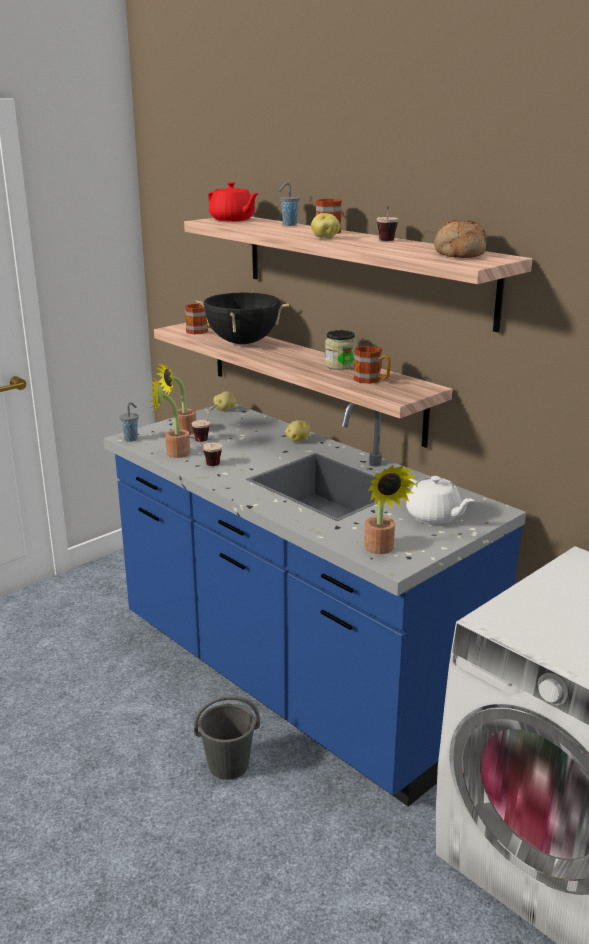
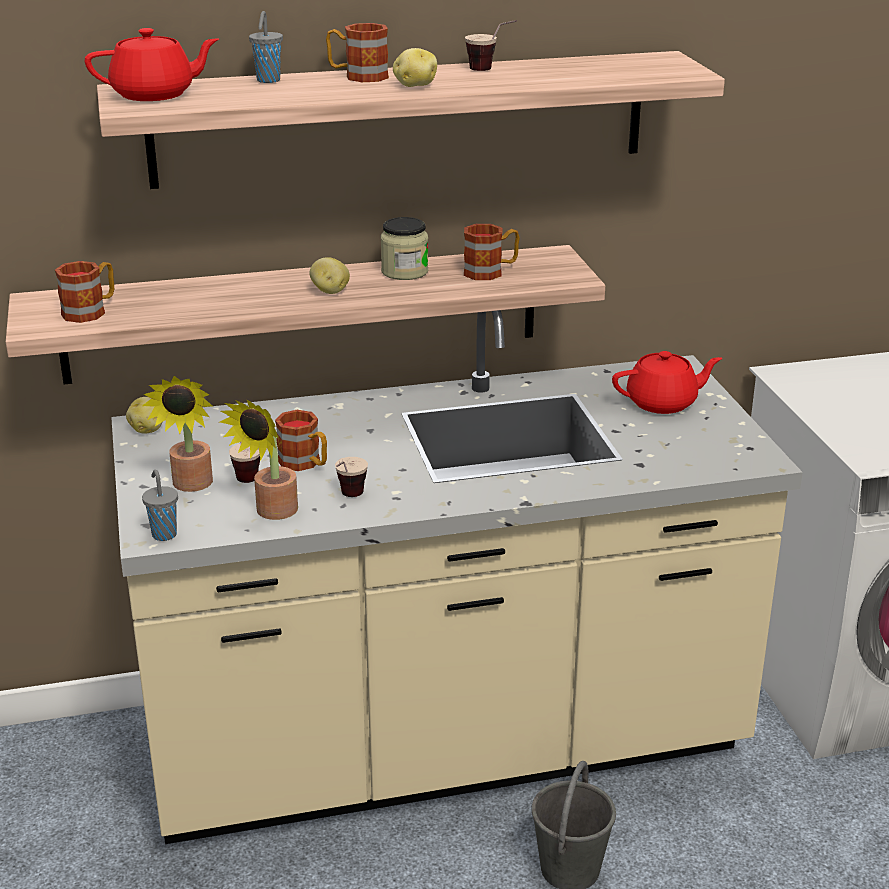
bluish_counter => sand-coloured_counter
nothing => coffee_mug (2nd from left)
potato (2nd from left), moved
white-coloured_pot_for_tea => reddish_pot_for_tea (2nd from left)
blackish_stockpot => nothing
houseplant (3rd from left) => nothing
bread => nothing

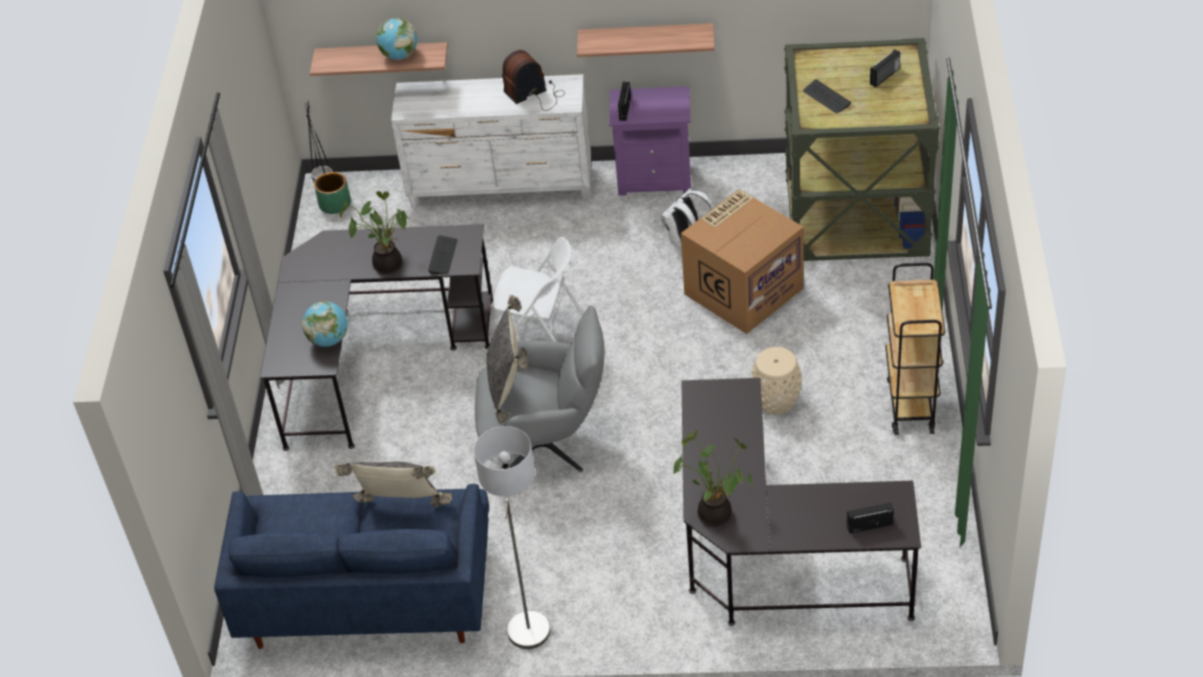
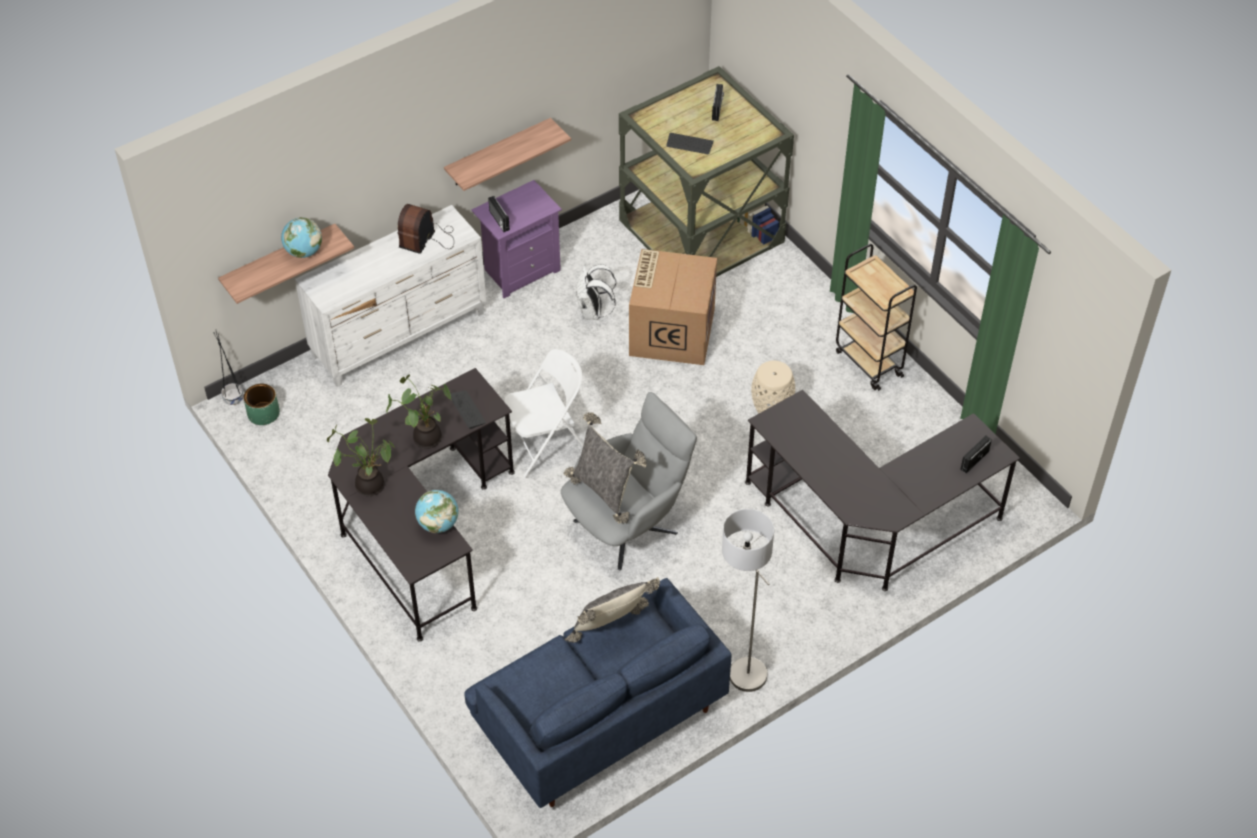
houseplant (2nd from left in the first image) => houseplant (1st from left), moved

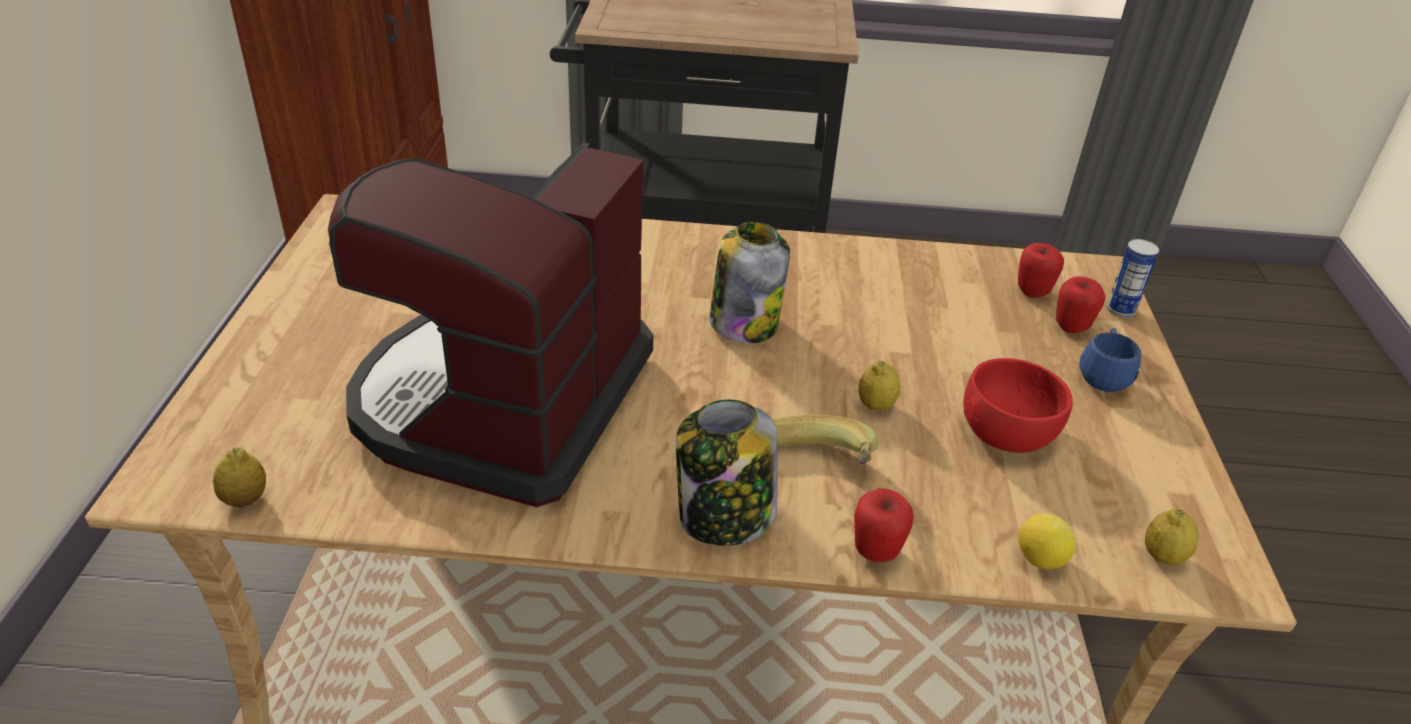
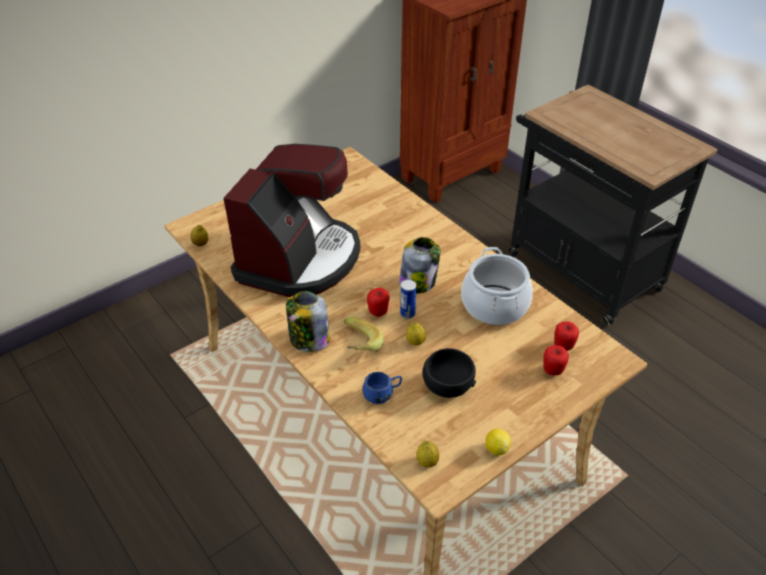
coffee_machine, 135 degrees clockwise
bluish_coffee_mug, moved
whole_apple (1st from left), moved
can, moved
reddish_deep_dish => blackish_deep_dish
nothing => stockpot
whole_lemon (3rd from left in the first image) => whole_lemon (4th from left), moved

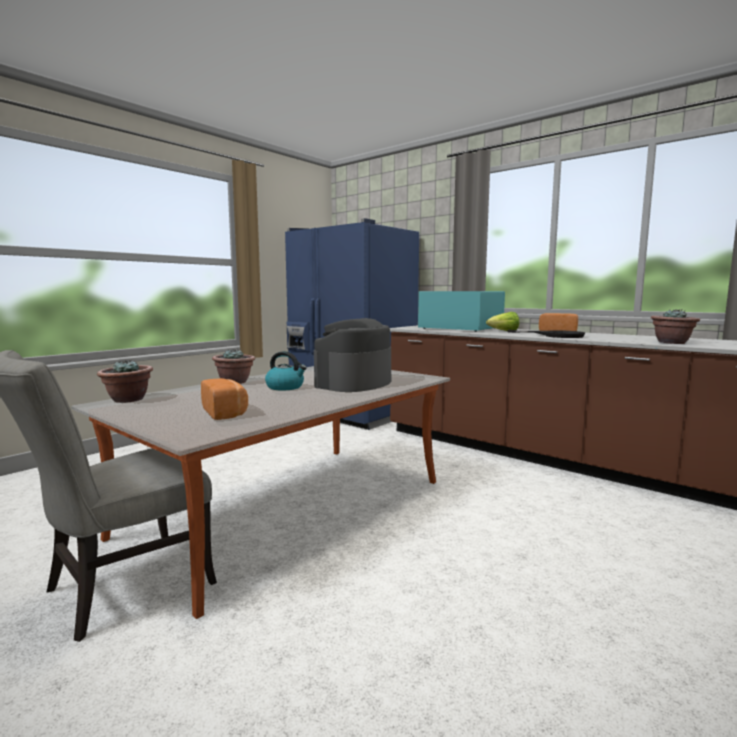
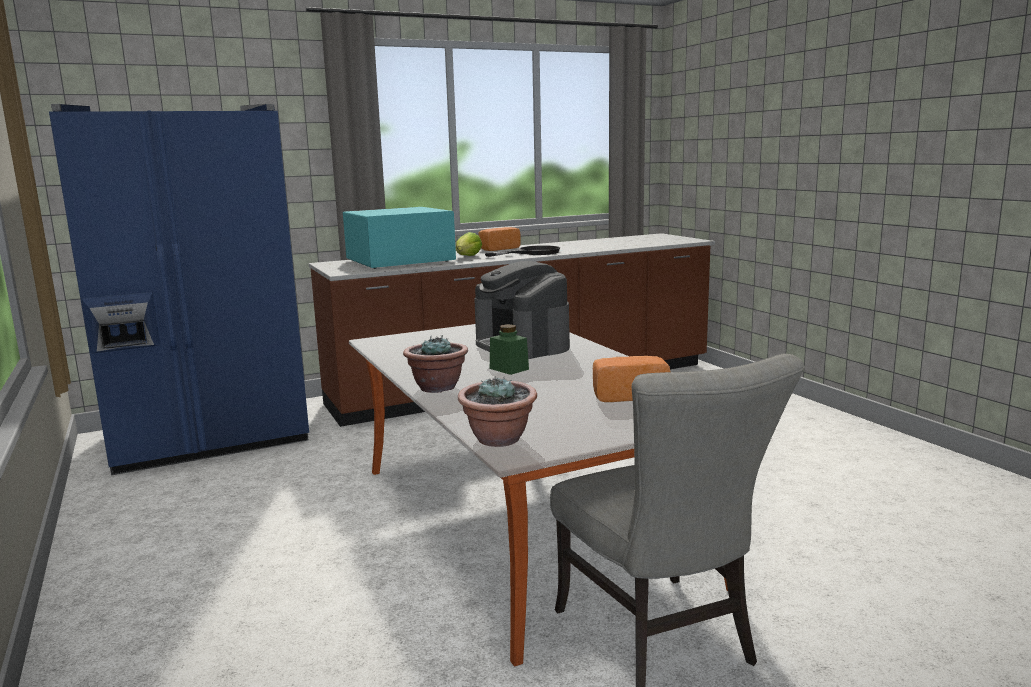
water_kettle => green-coloured_jar
houseplant (3rd from left) => nothing

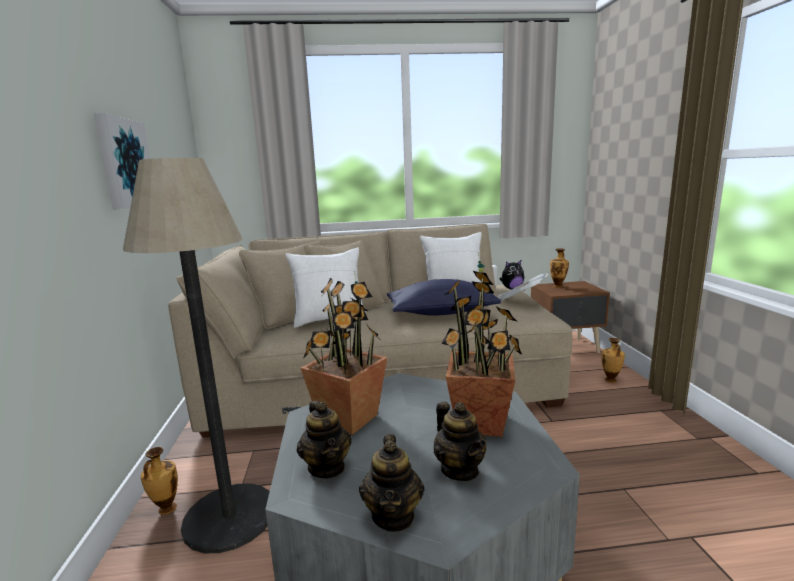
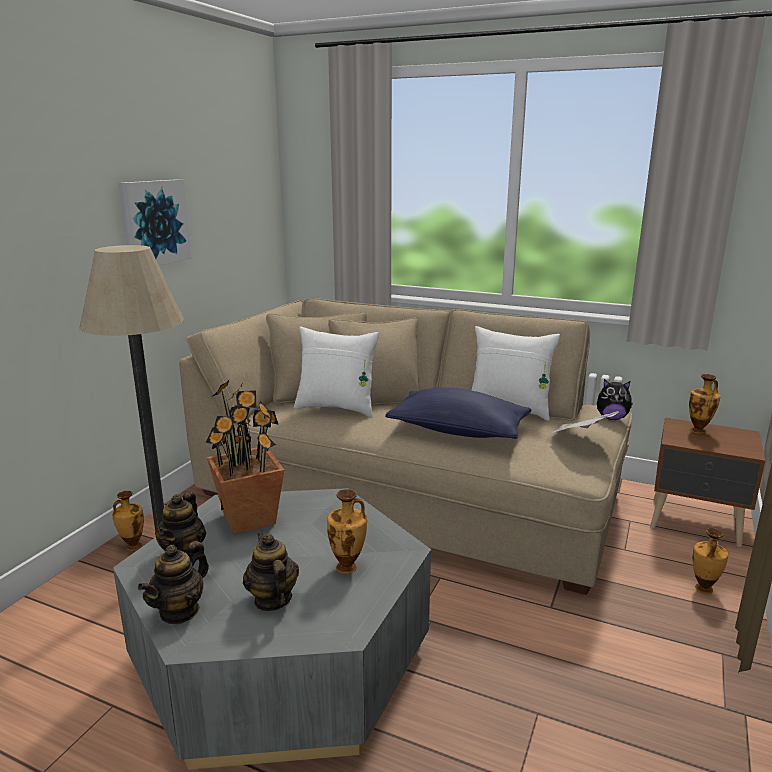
pot_for_tea (3rd from left), 150 degrees clockwise
houseplant (2nd from left) => decorative_vase (2nd from left)

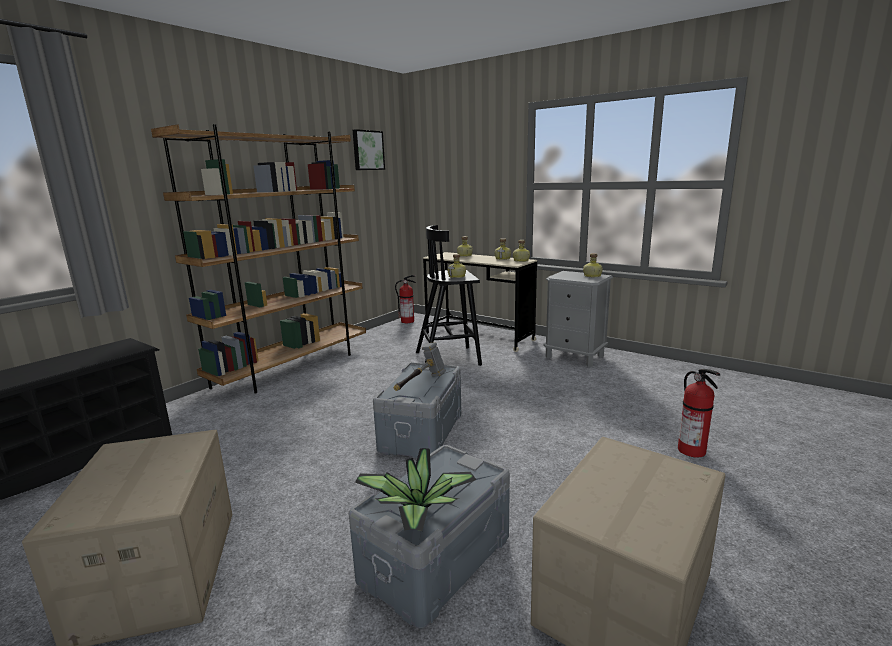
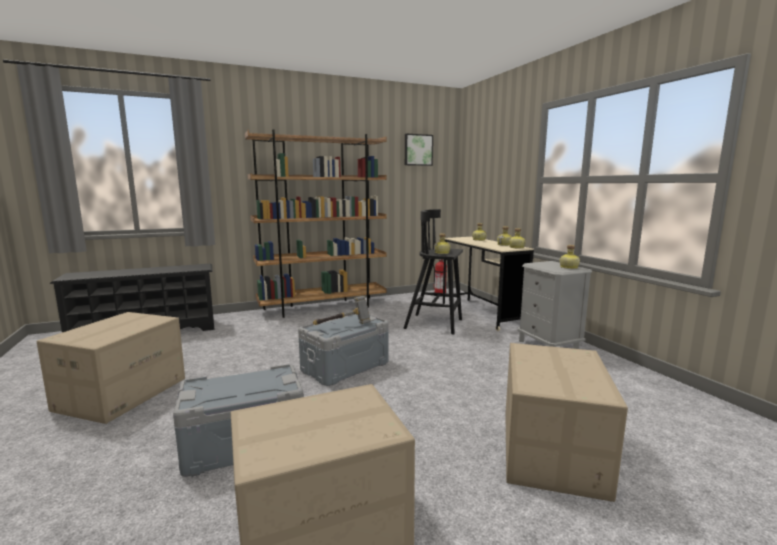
fire-fighting_cylinder (2nd from left) => packing_box (3rd from left)
houseplant => nothing

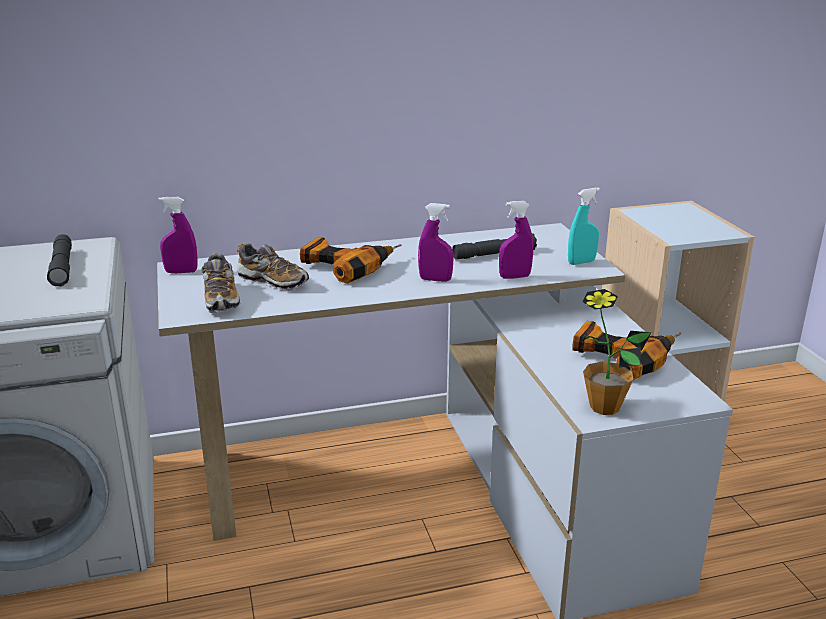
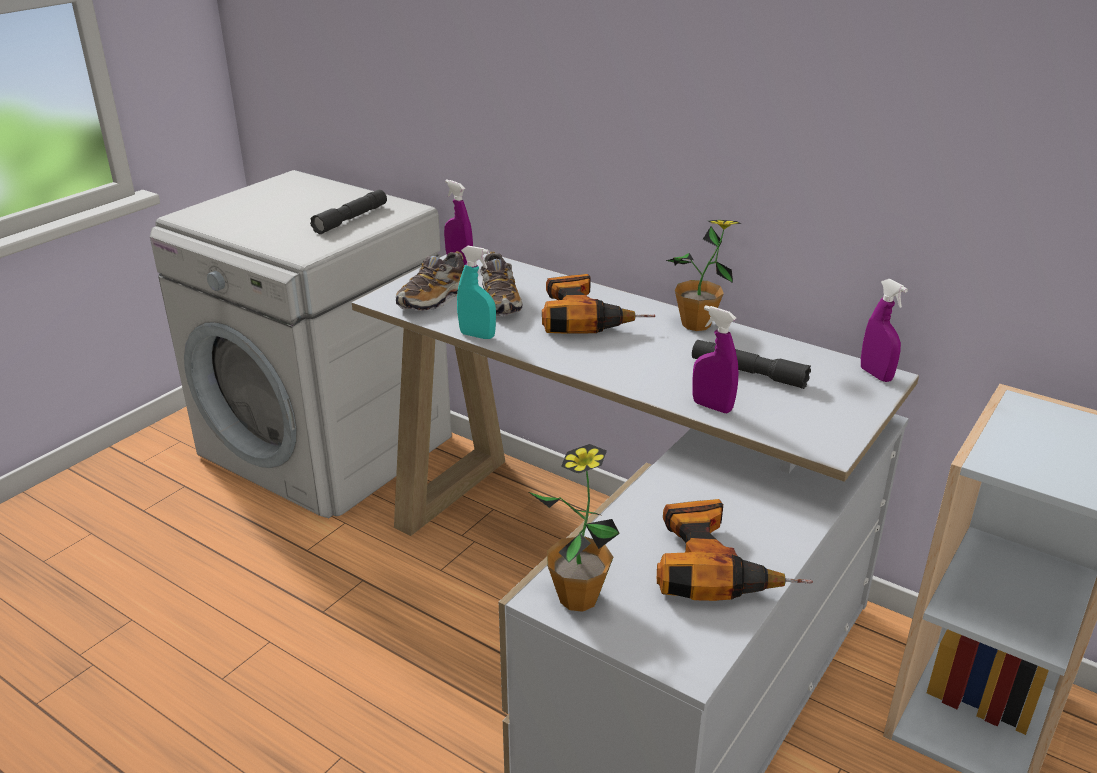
turquoise_hand_sprayer, moved
nothing => houseplant (2nd from left)
purple_hand_sprayer (2nd from left in the first image) => purple_hand_sprayer (3rd from left), moved

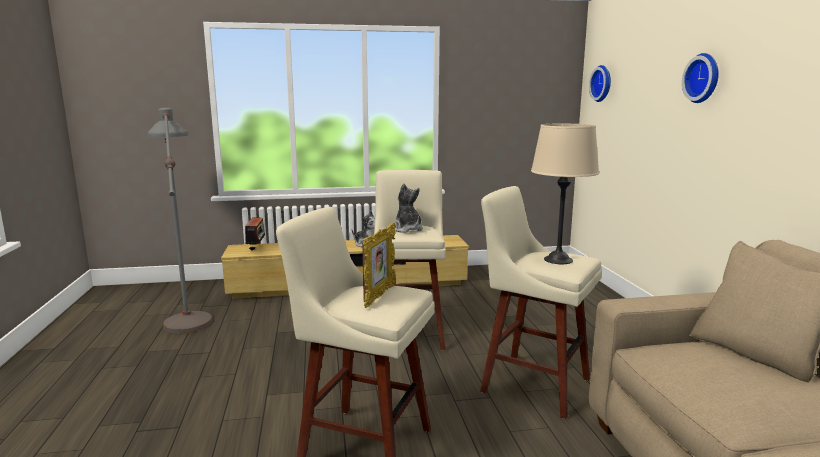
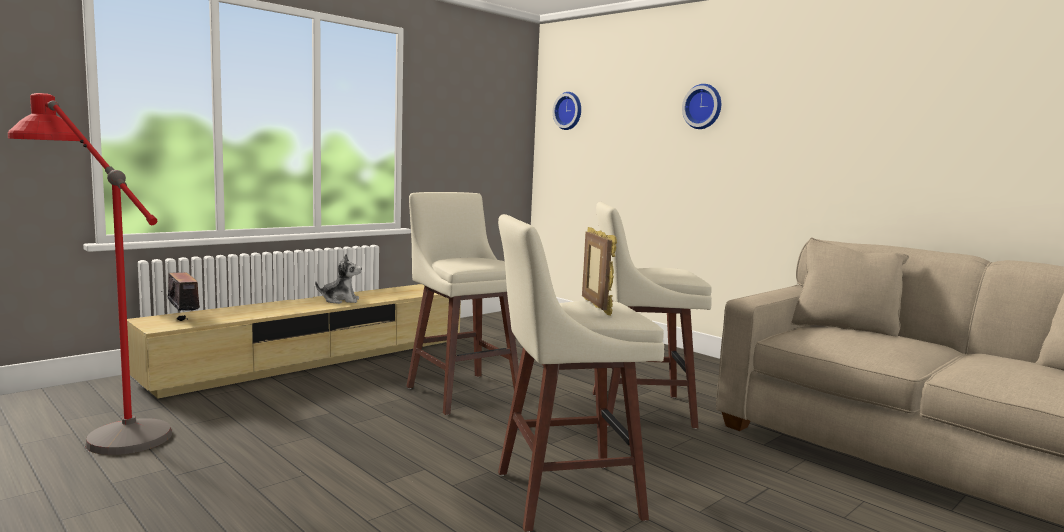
greyish_standard_lamp => reddish_standard_lamp
plush_toy (2nd from left) => nothing
sand-coloured_lamp_for_a_table => nothing

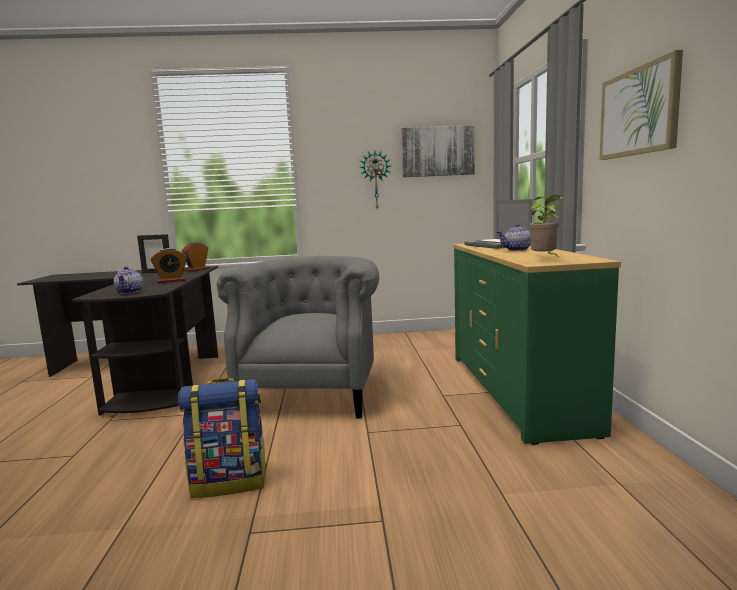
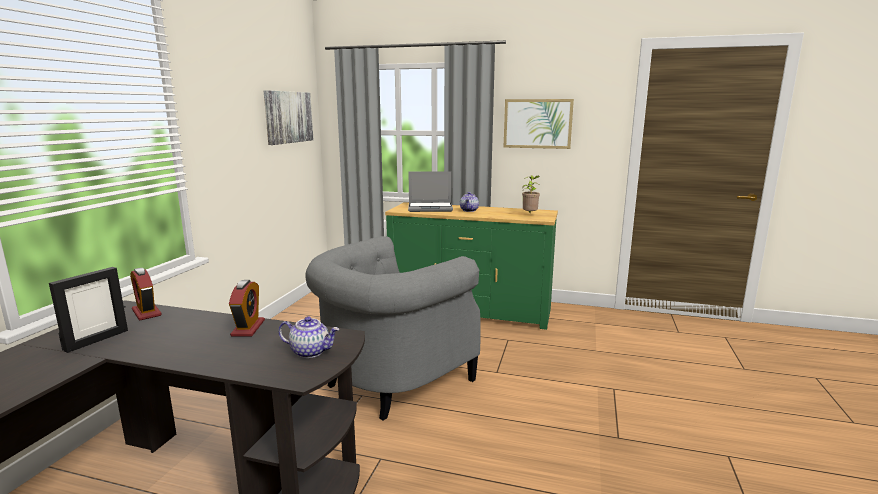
greyish_easy_chair, 75 degrees counterclockwise
backpack => nothing
hanging_clock => nothing

